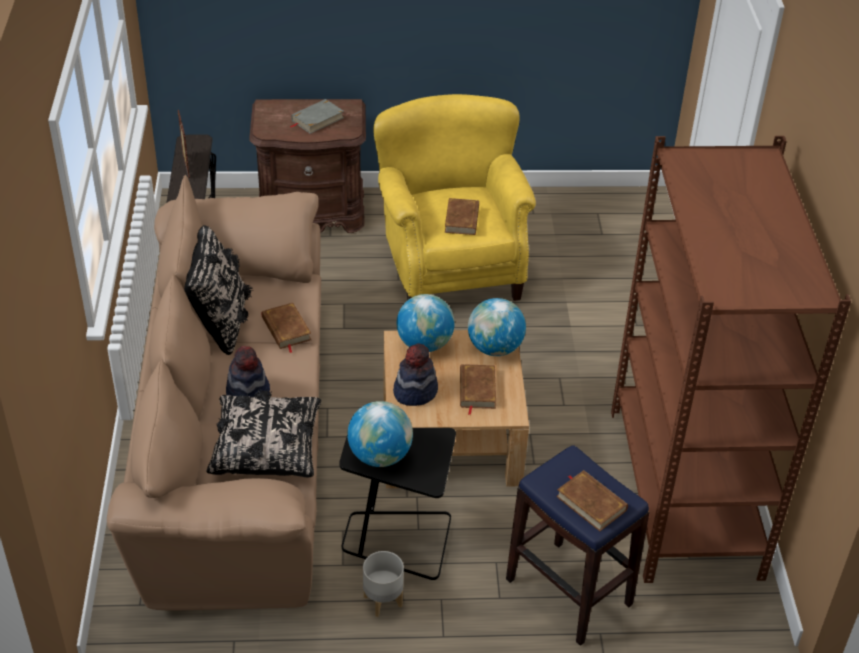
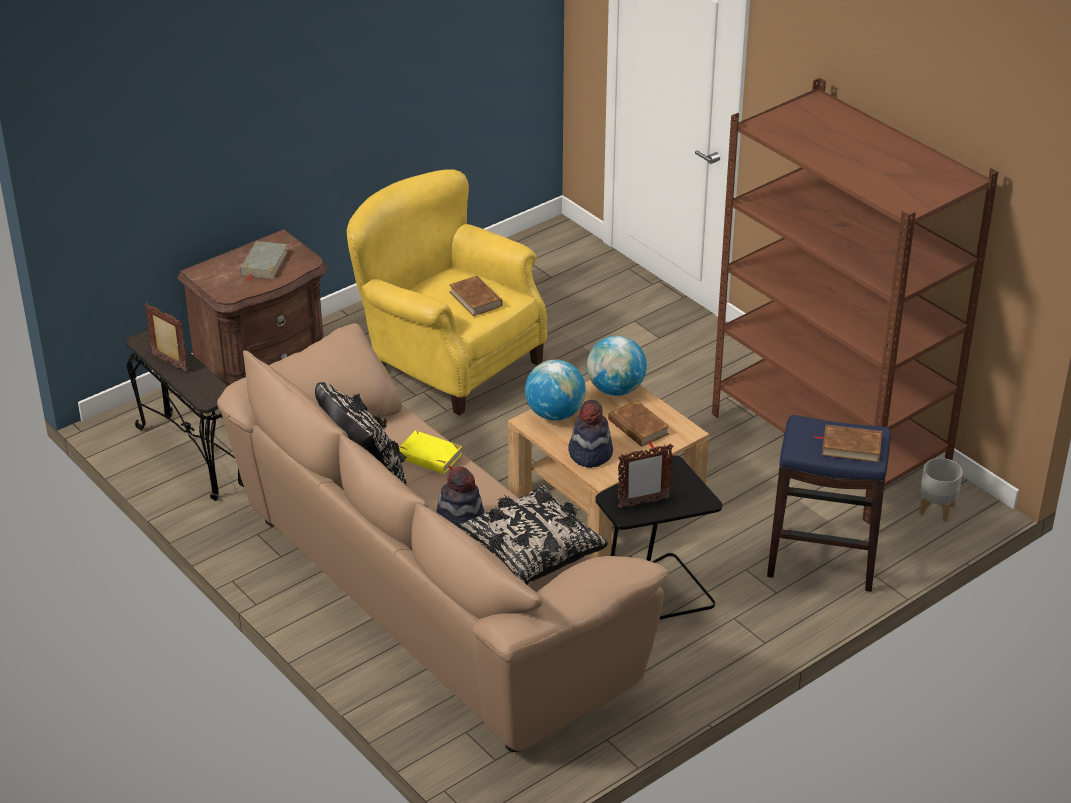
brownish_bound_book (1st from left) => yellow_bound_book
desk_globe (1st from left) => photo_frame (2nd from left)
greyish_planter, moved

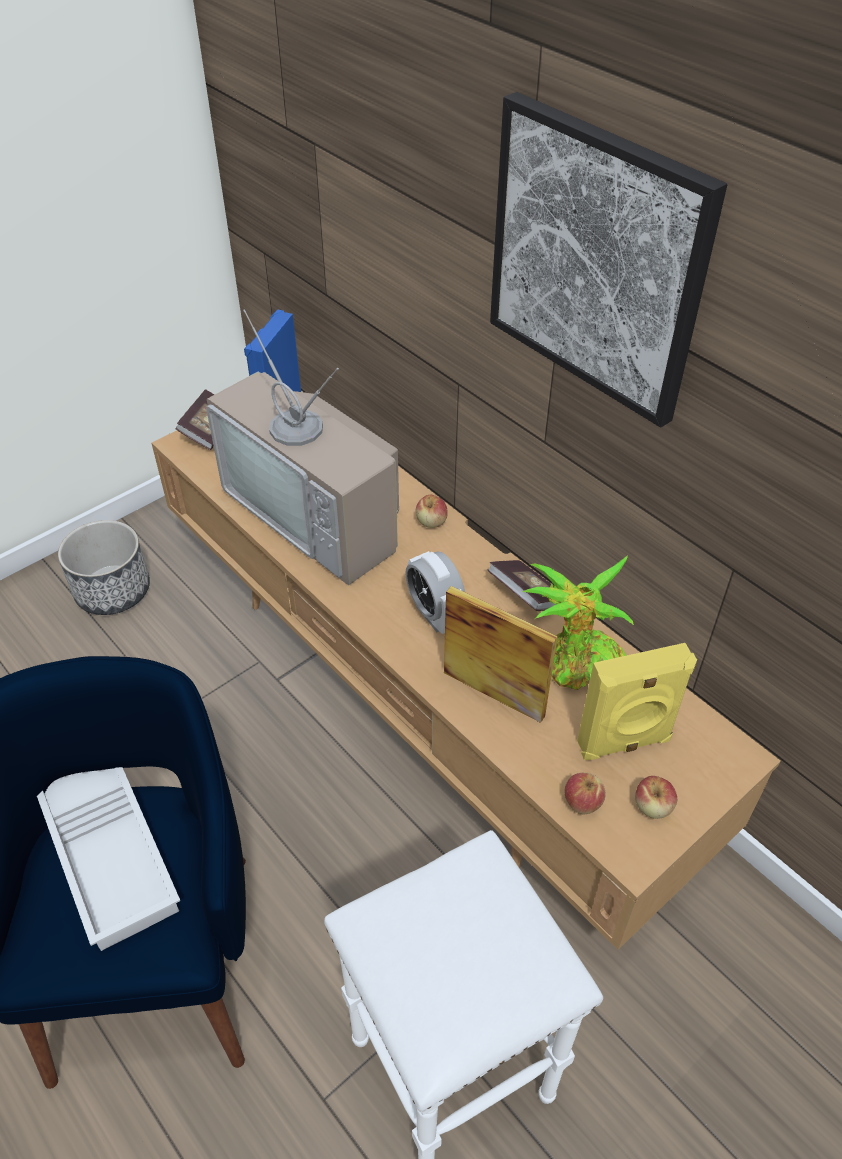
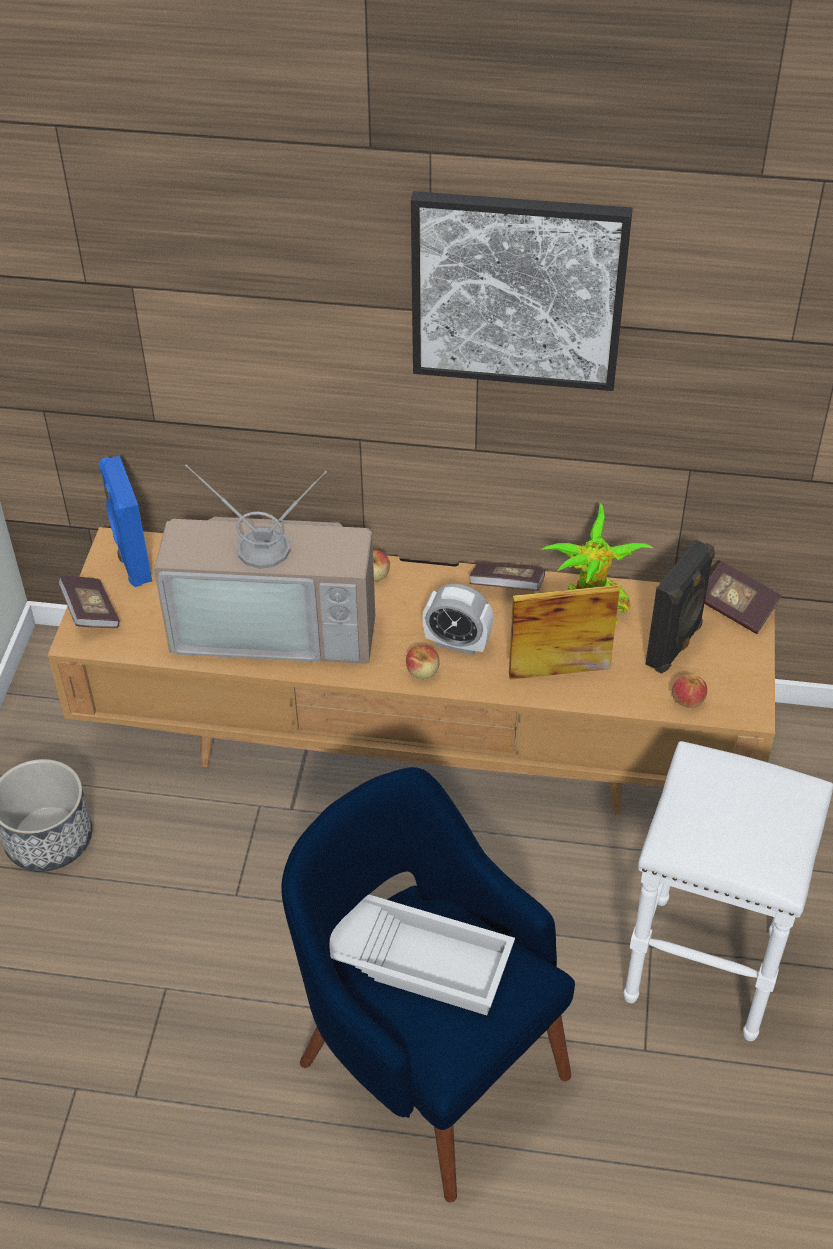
whole_apple (3rd from left in the first image) => whole_apple (2nd from left), moved
yellow_loudspeaker => blackish_loudspeaker
nothing => bound_book (3rd from left)

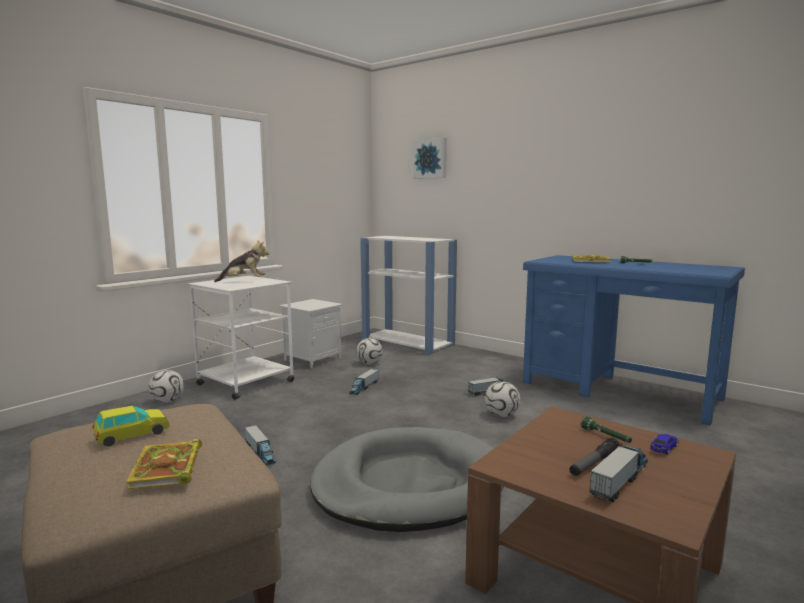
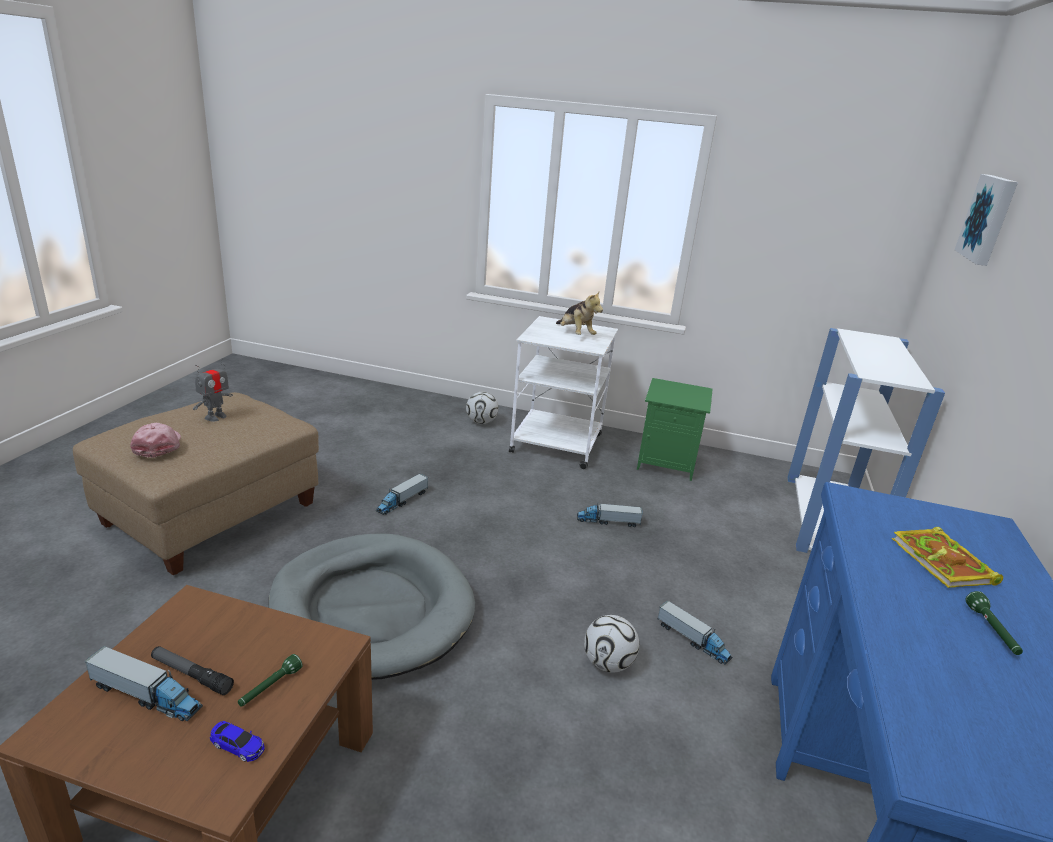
bound_book (1st from left) => pink_peaked_cap
toy_car (1st from left) => robot_figure
greyish_nightstand => green-coloured_nightstand
ball_for_football (2nd from left) => nothing

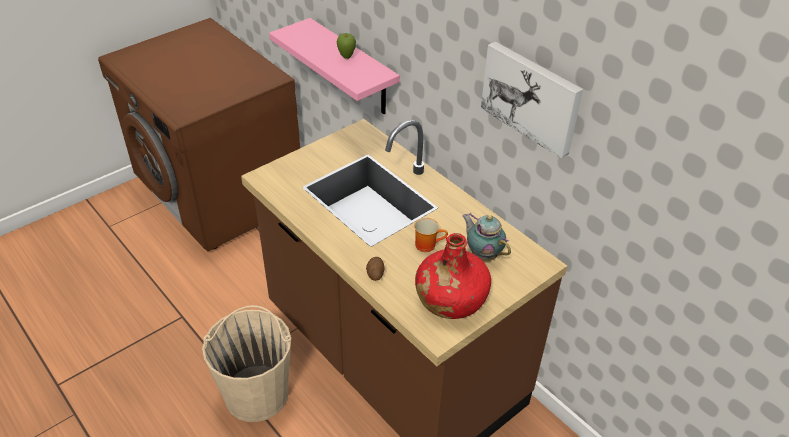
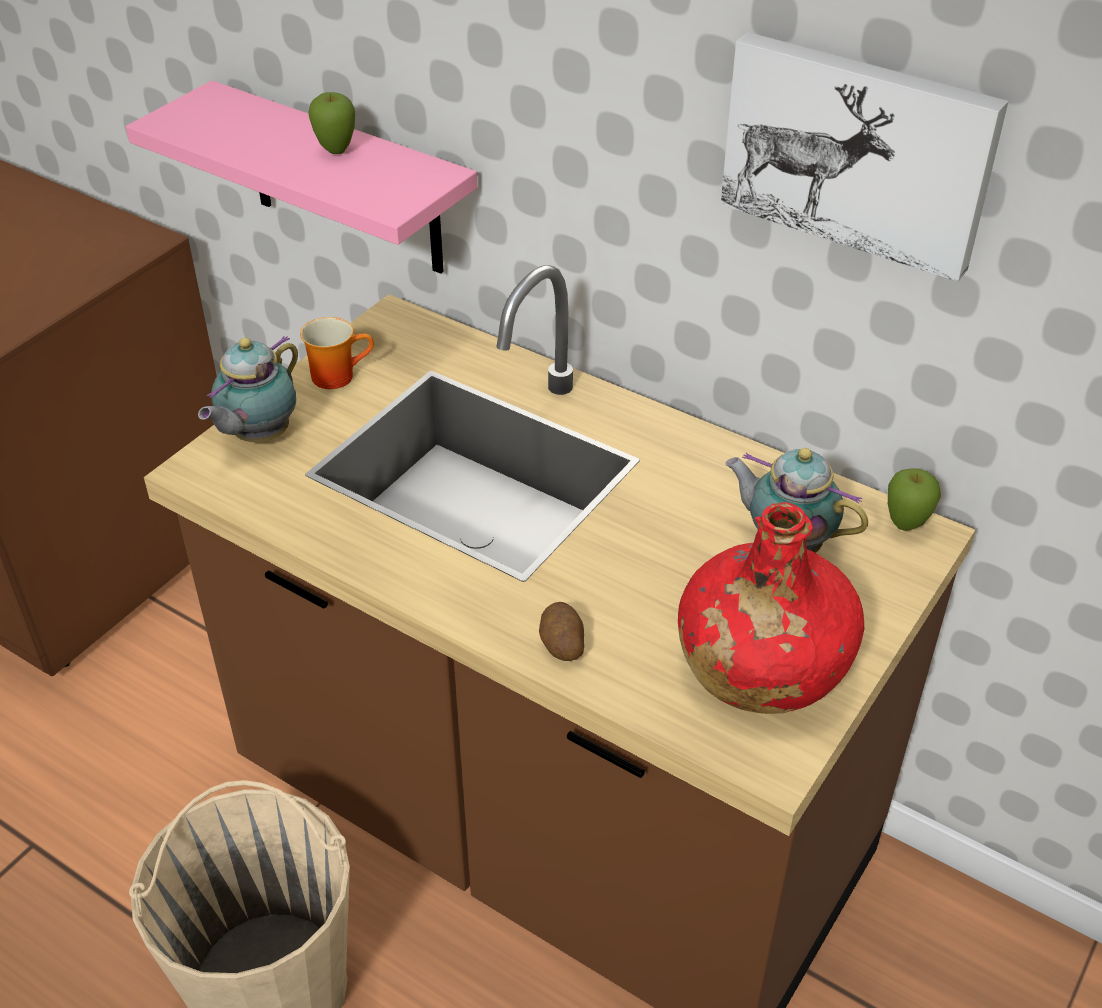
nothing => pot_for_tea (1st from left)
coffee_mug, moved
nothing => whole_apple (2nd from left)

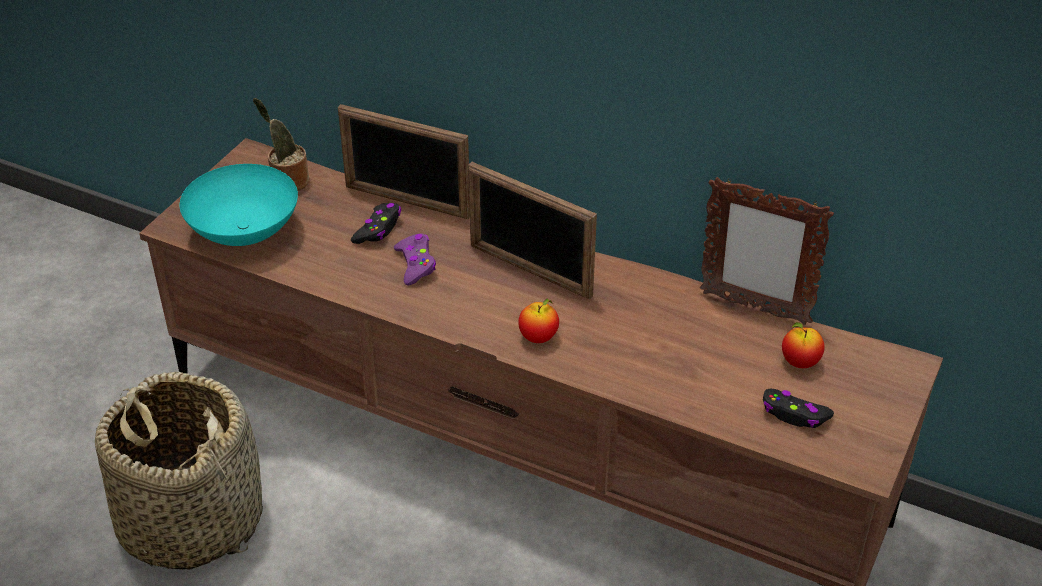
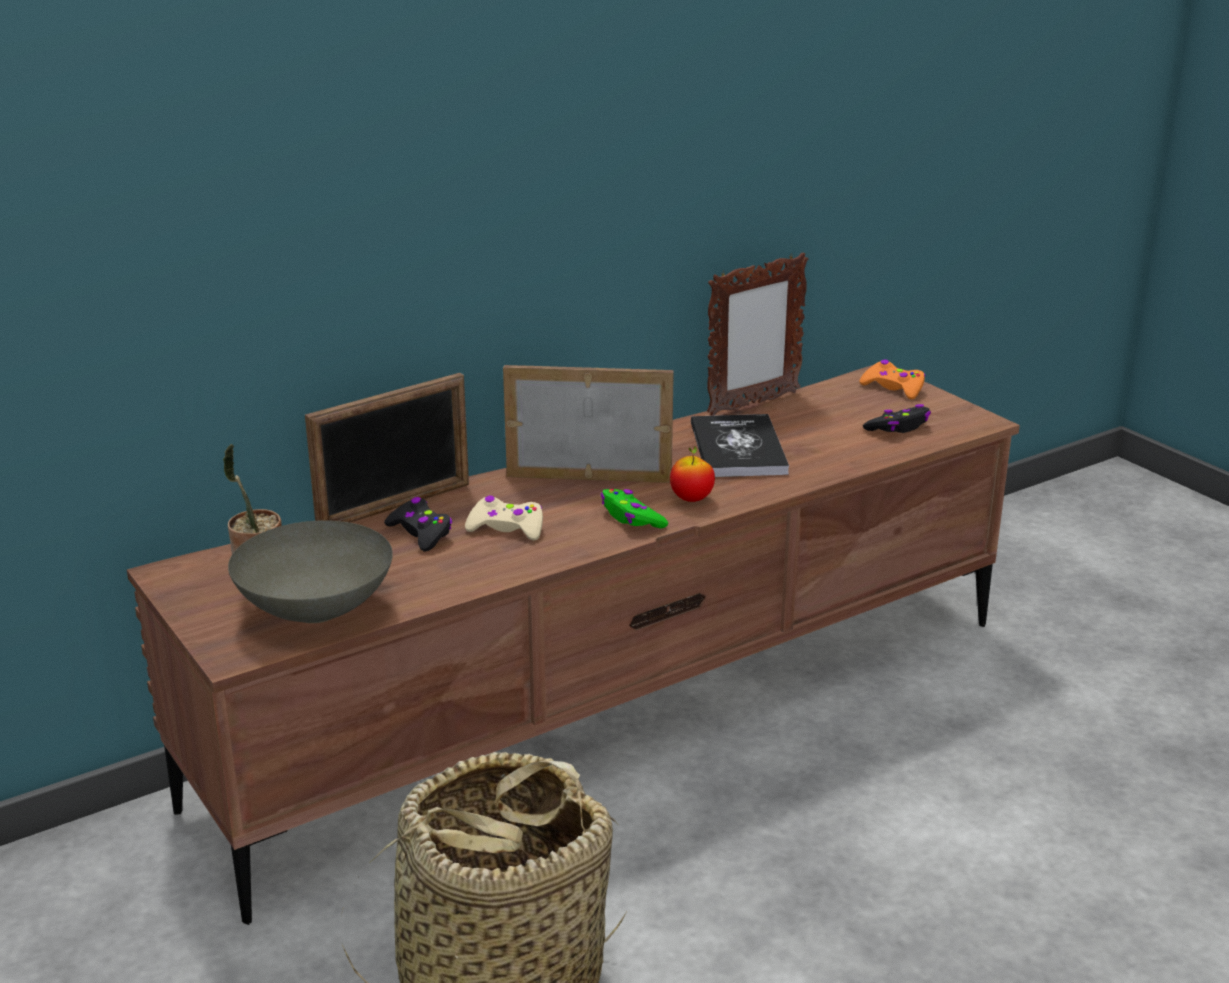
turquoise_deep_dish => greyish_deep_dish
purple_game_controller => sand-coloured_game_controller
photo_frame (2nd from left), 150 degrees counterclockwise
nothing => green-coloured_game_controller
nothing => bound_book
nothing => orange-coloured_game_controller
whole_apple (2nd from left) => nothing

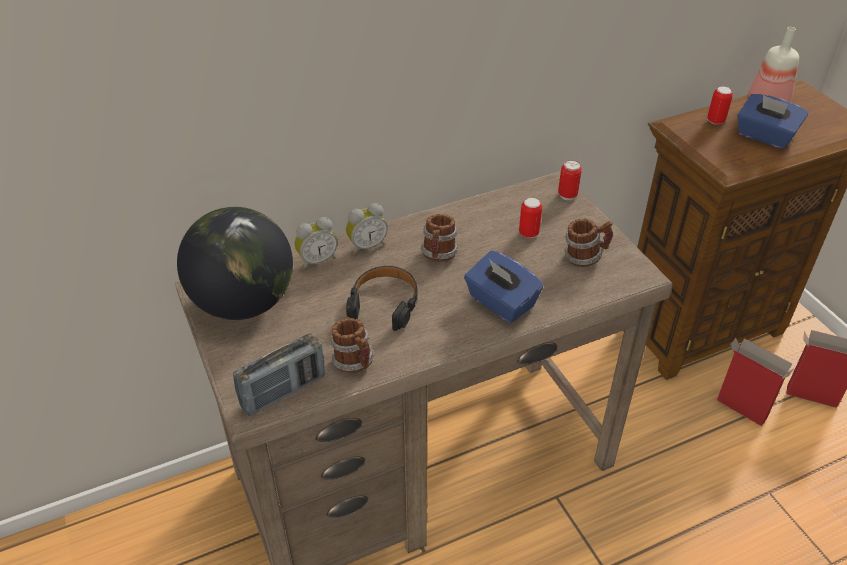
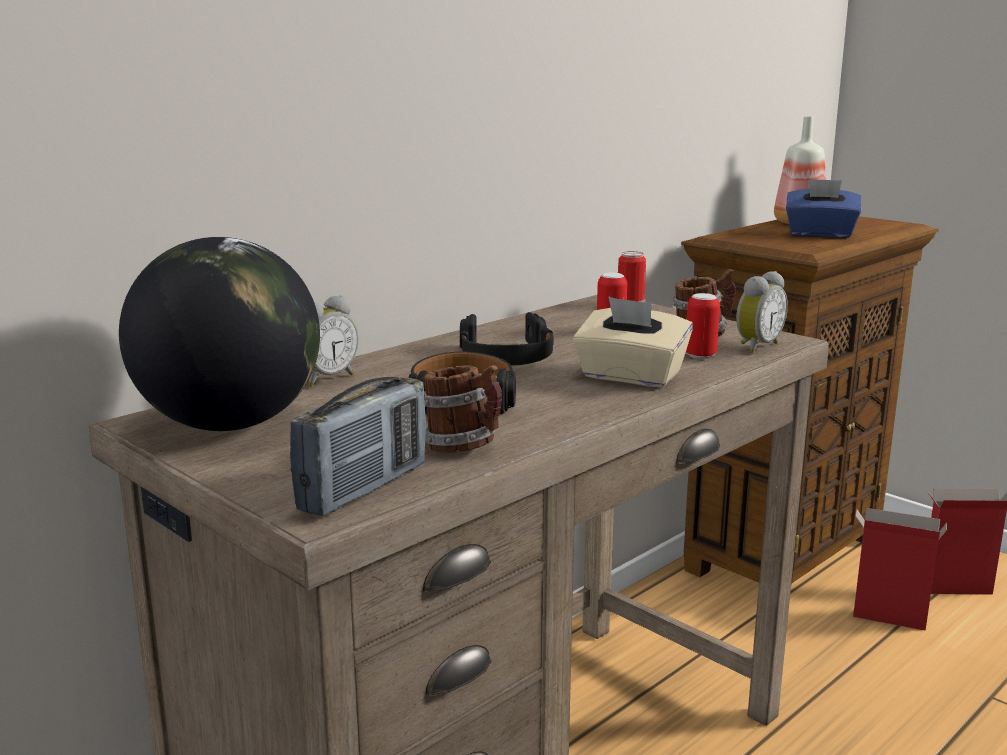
coffee_mug (2nd from left) => blackish_headphones (2nd from left)
bluish_box_of_tissues (1st from left) => sand-coloured_box_of_tissues
can (3rd from left), moved
table_clock (2nd from left), moved

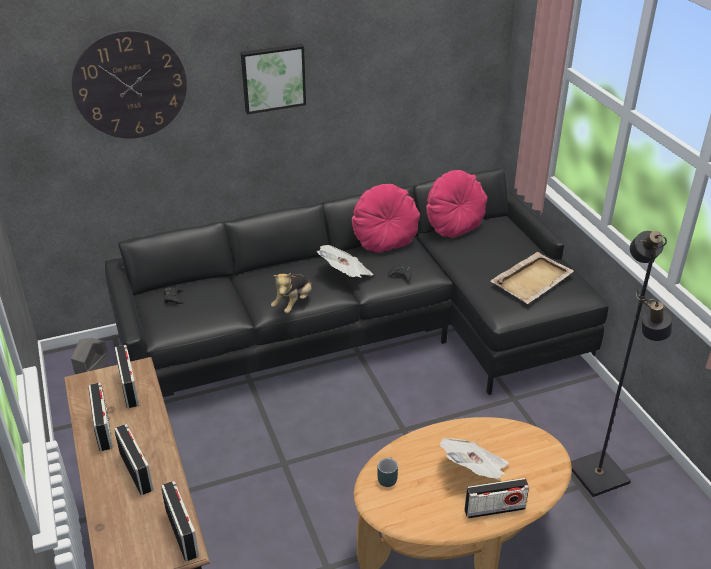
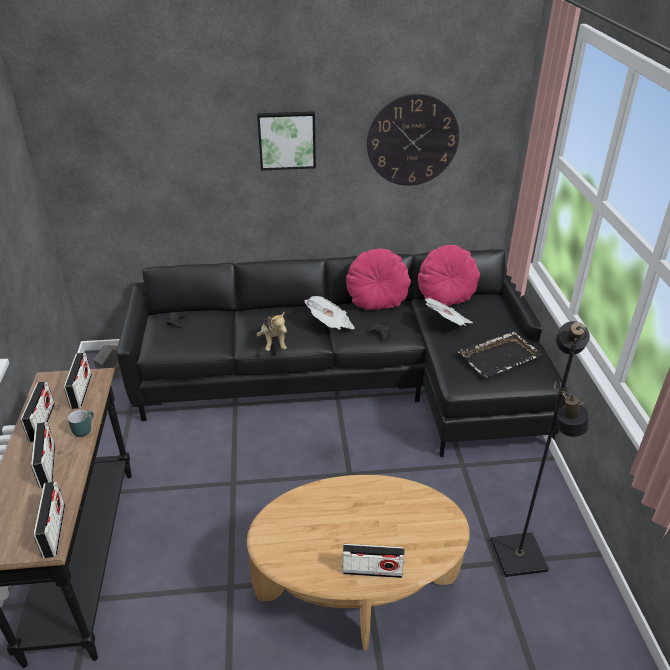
turquoise_coffee_mug, moved
plush_toy, 60 degrees counterclockwise
hanging_clock, moved
newspaper (2nd from left), moved
sand-coloured_carrying_tray => blackish_carrying_tray

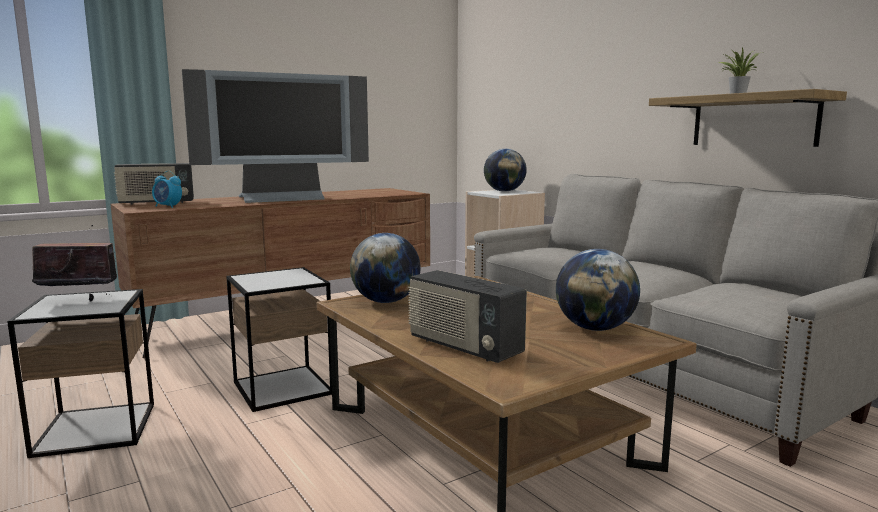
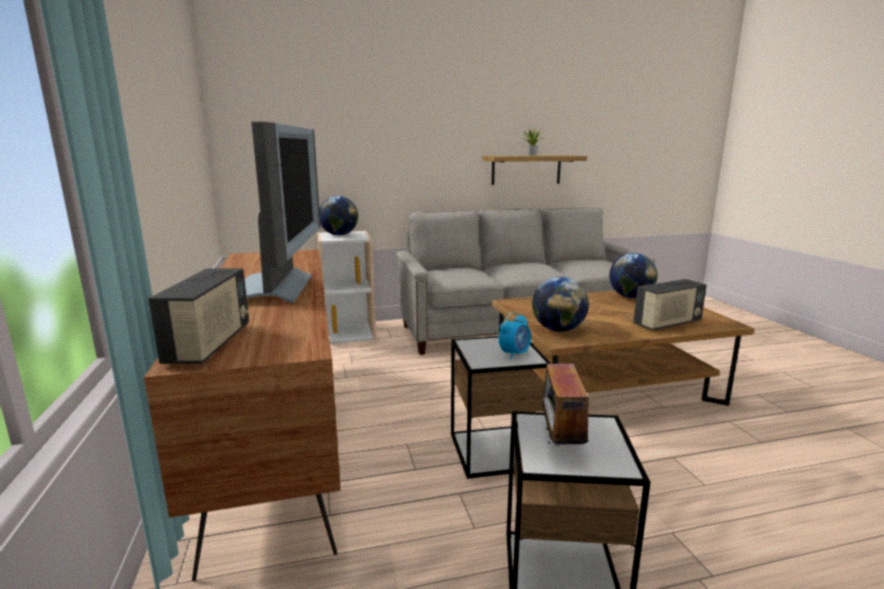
table_clock, moved

